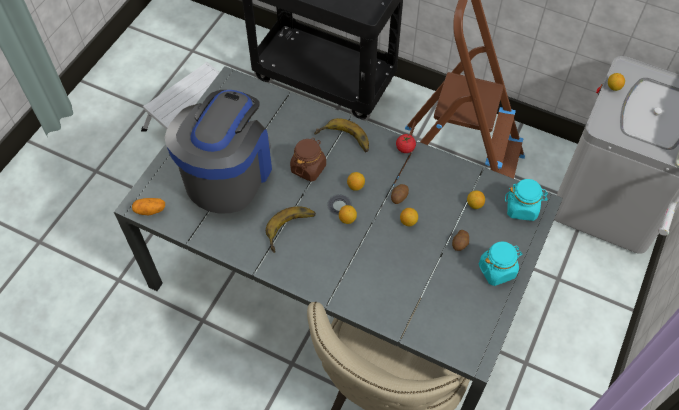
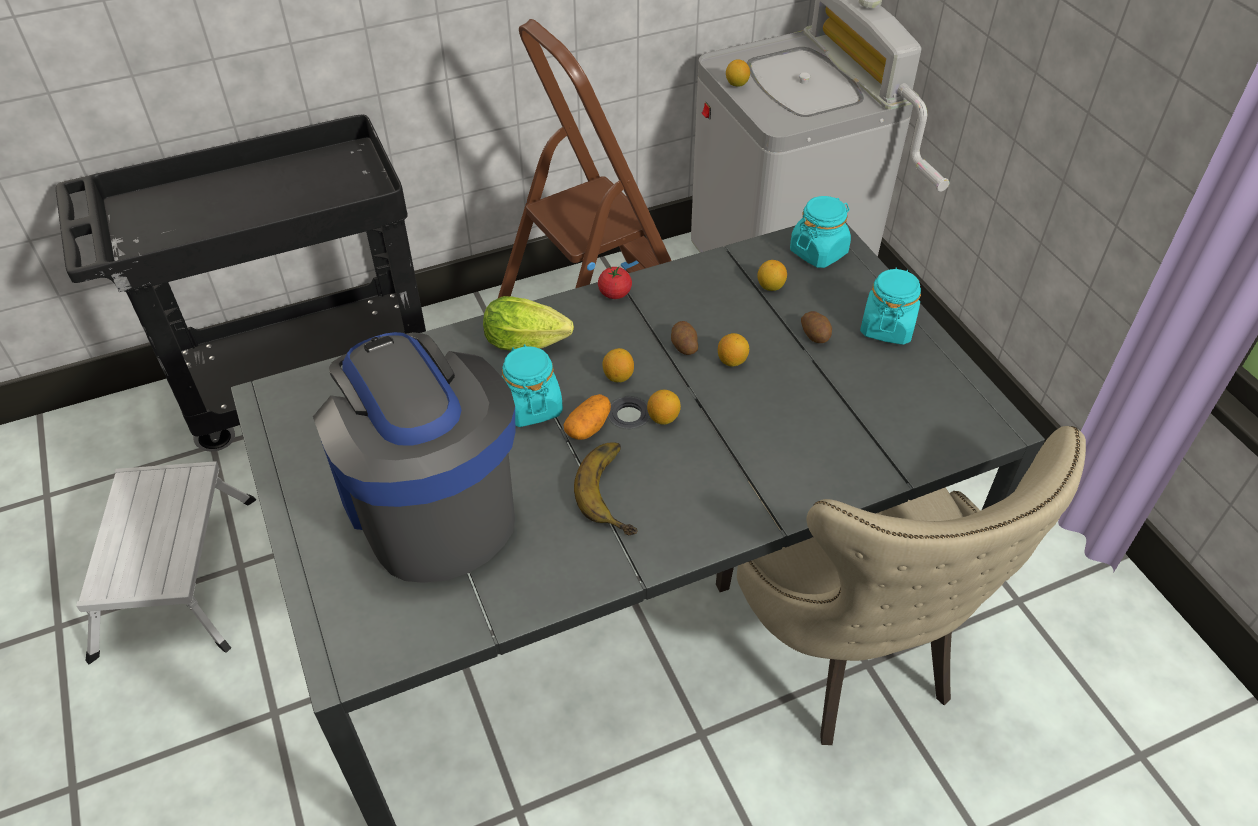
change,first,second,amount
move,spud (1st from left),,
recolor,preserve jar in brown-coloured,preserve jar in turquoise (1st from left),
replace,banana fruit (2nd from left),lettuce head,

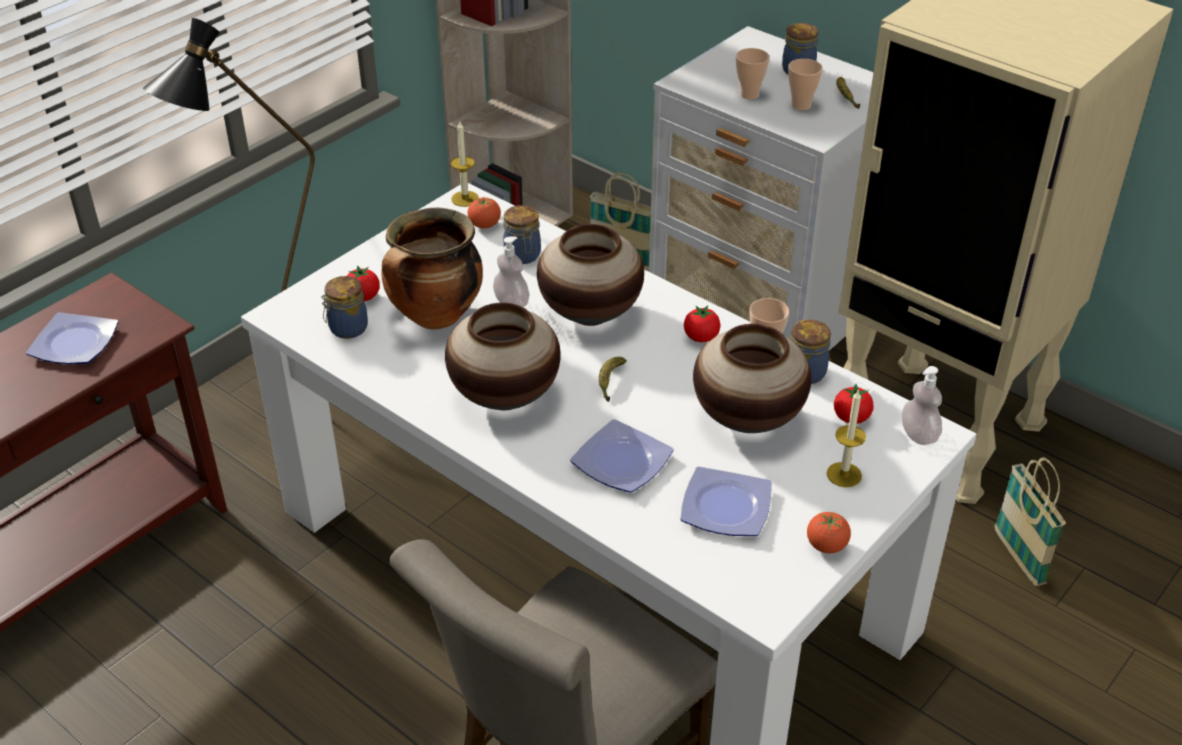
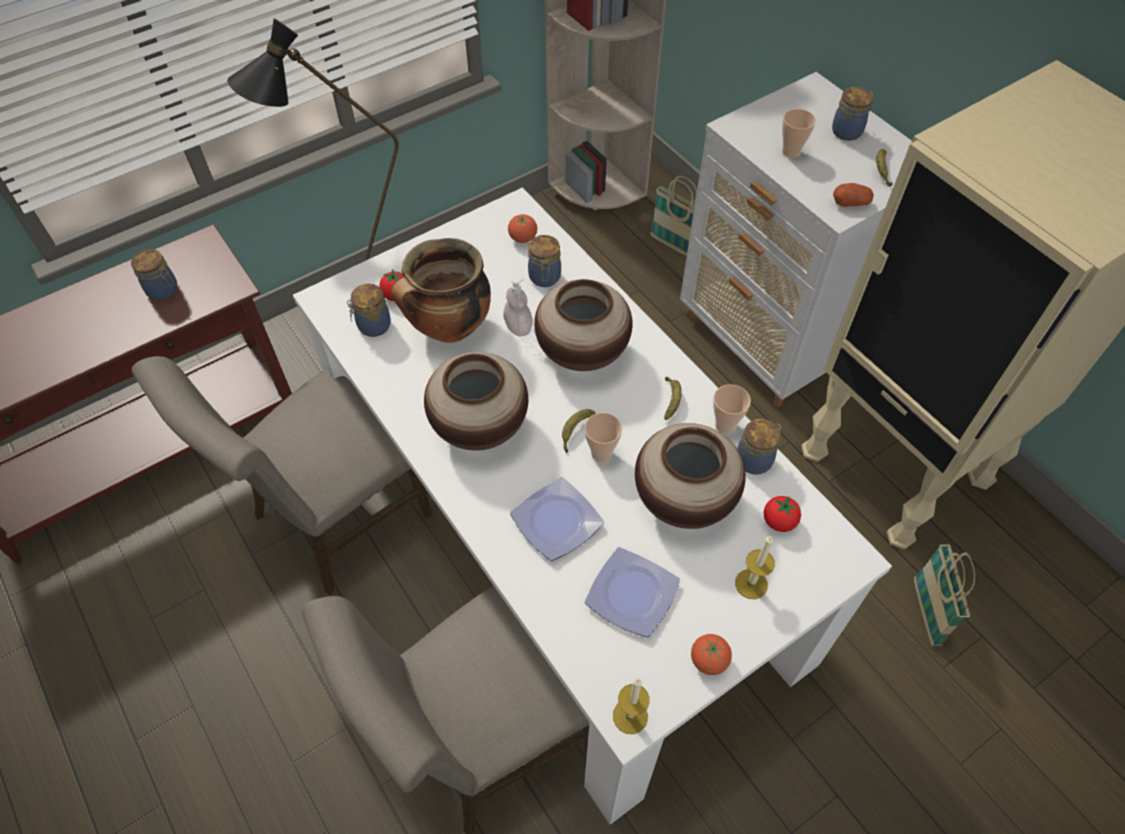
change,first,second,amount
replace,dinner plate (1st from left),preserve jar (1st from left),
move,candle (1st from left),,
replace,fresh tomato (3rd from left),banana fruit (2nd from left),
move,small cup (3rd from left in the first image),small cup (1st from left),
delete,soap bottle (2nd from left),,
insert,,plain chair in sand-coloured (1st from left),
insert,,spud,

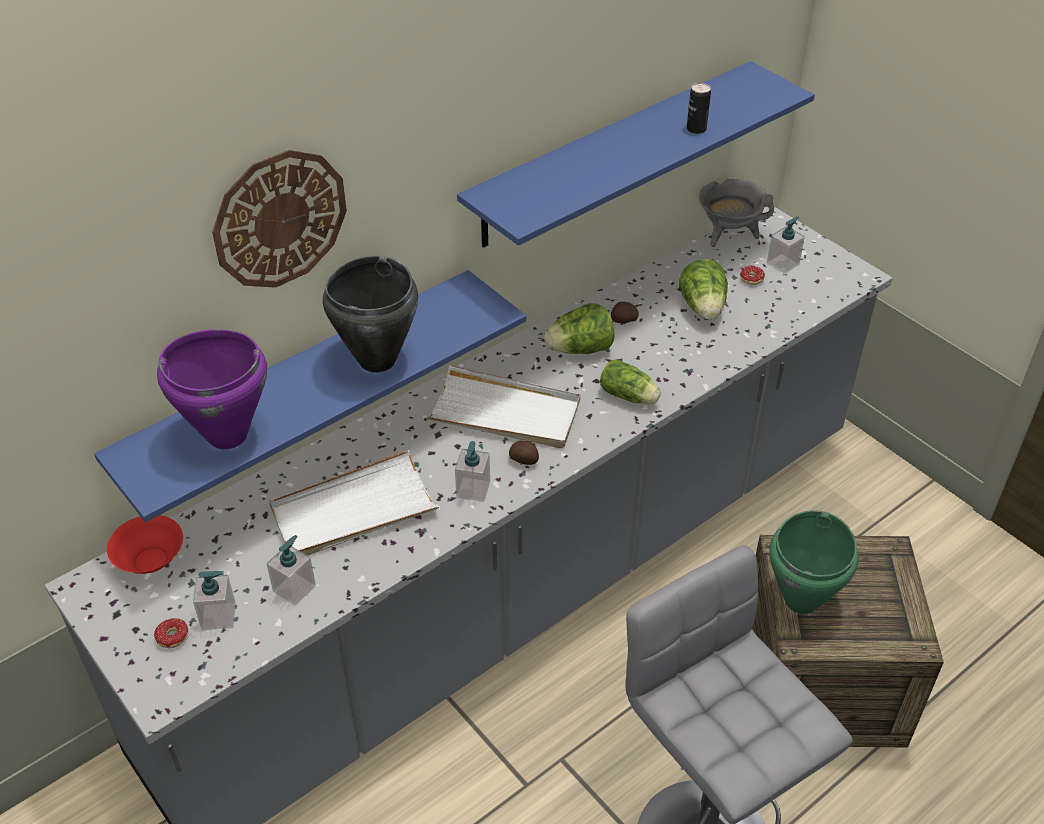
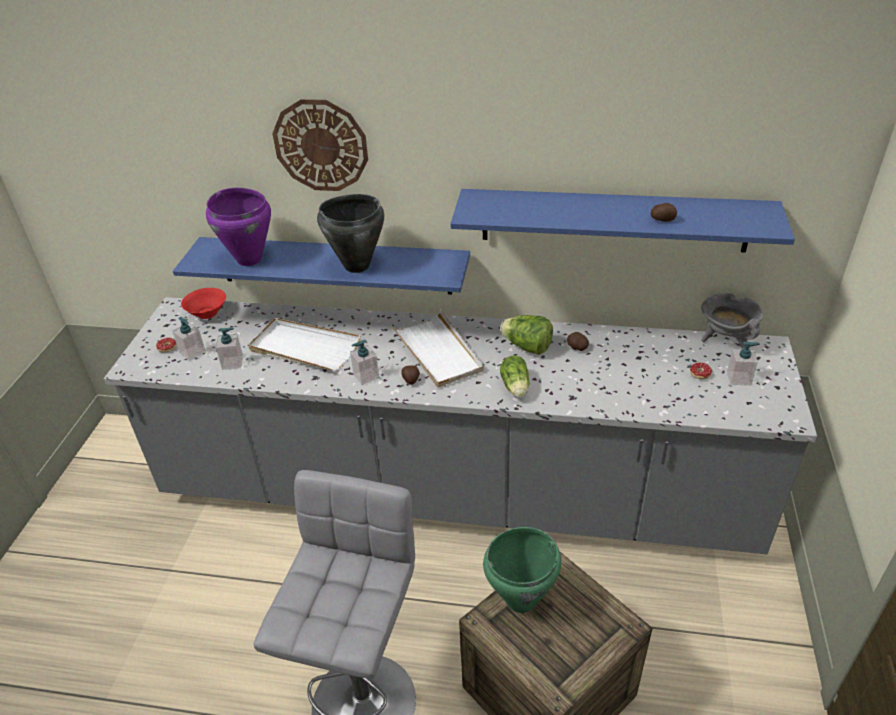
change,first,second,amount
delete,lettuce head (3rd from left),,
replace,sealed can,spud (3rd from left),

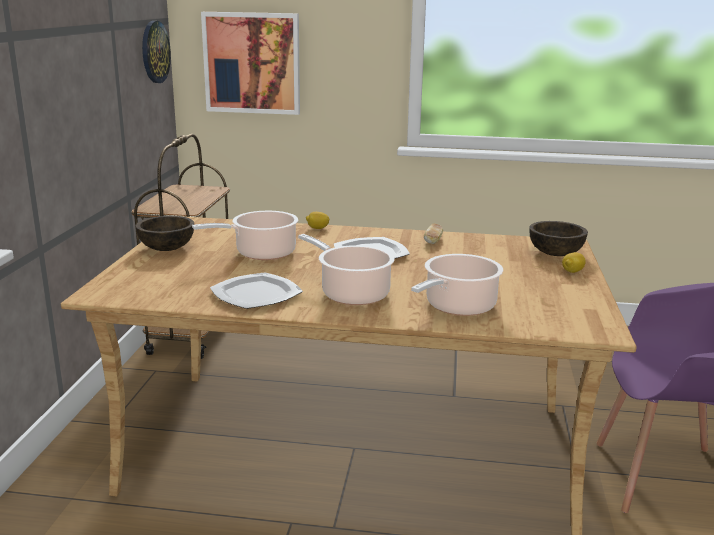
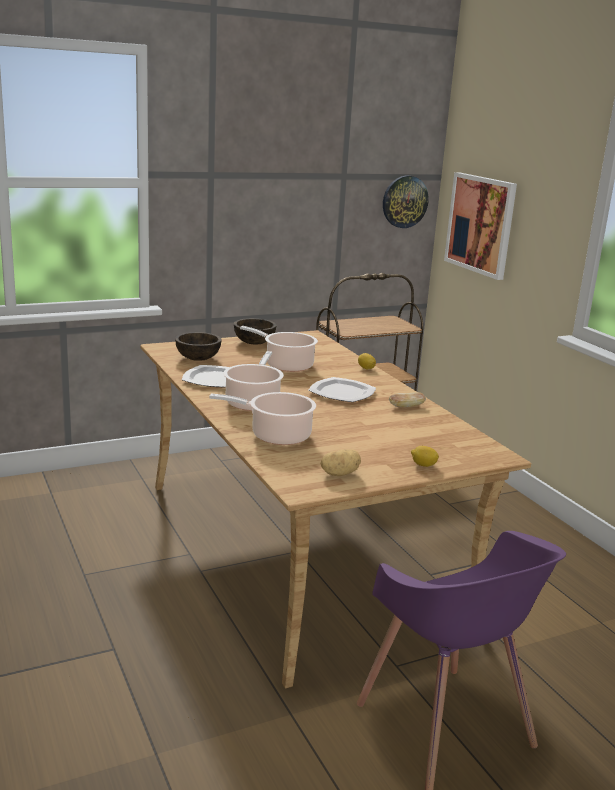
change,first,second,amount
move,bowl in brown-coloured (2nd from left in the first image),bowl in brown-coloured (1st from left),
insert,,spud,

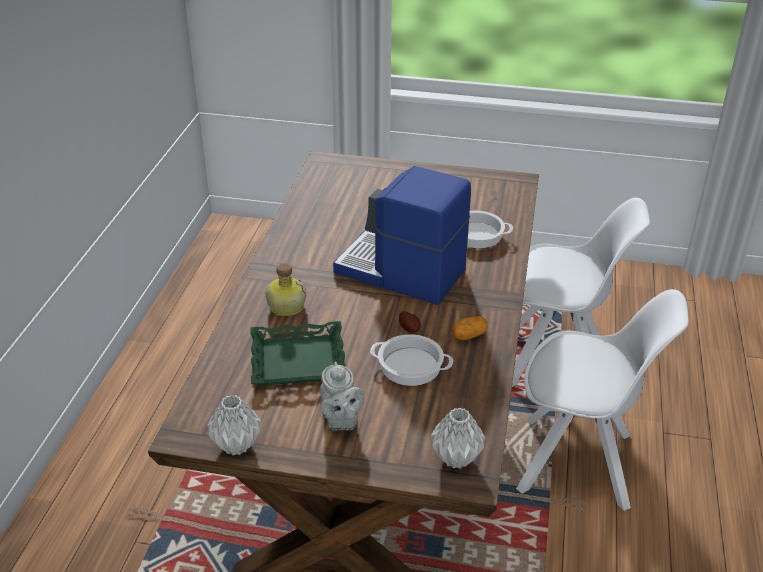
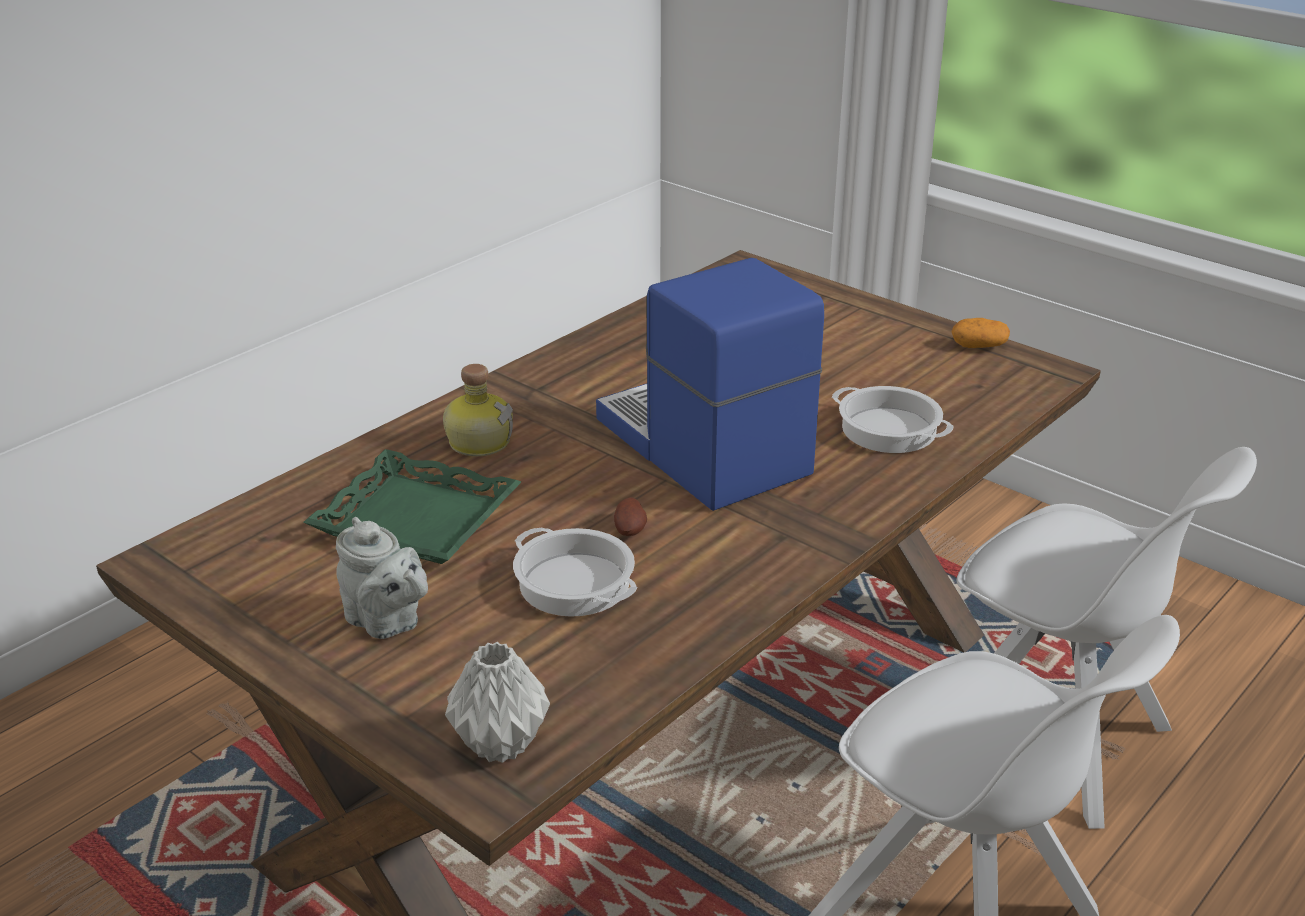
change,first,second,amount
delete,flower vase in gray (1st from left),,
rotate,pot for tea in gray,,60 degrees counterclockwise
move,spud (2nd from left),,

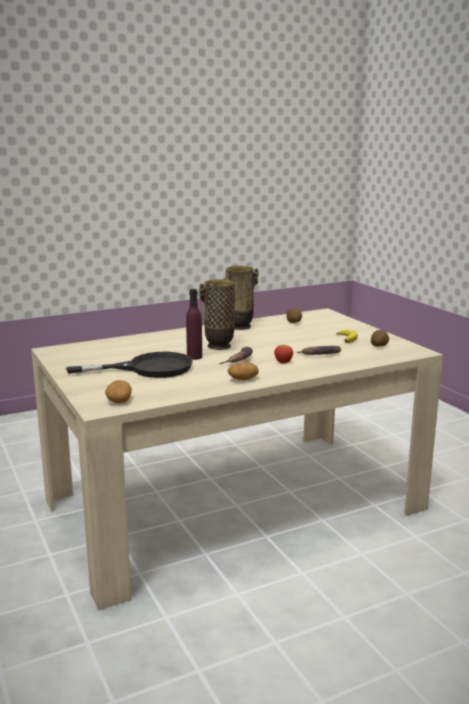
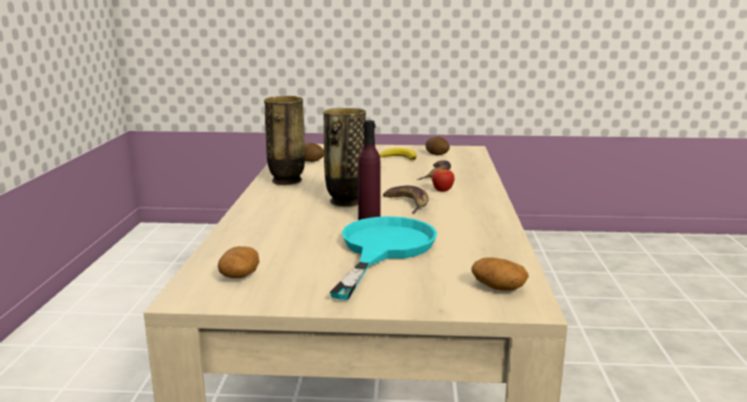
change,first,second,amount
recolor,frying pan in blackish,frying pan in turquoise,
move,spud (2nd from left in the first image),spud (1st from left),

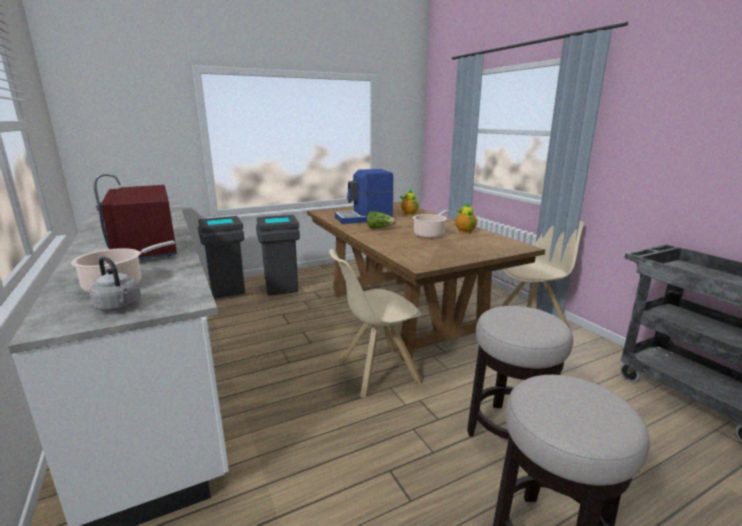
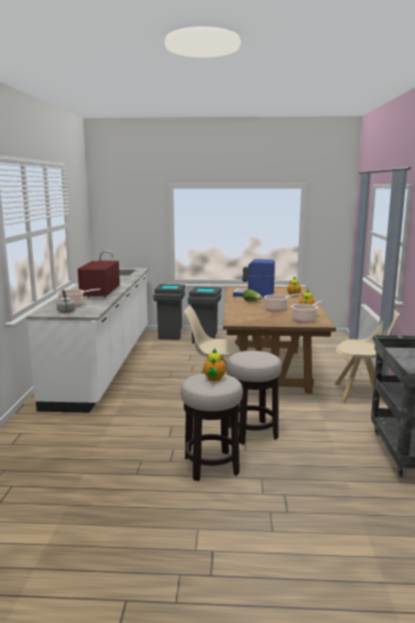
change,first,second,amount
insert,,pot for tea (1st from left),
insert,,cooking pot (3rd from left),

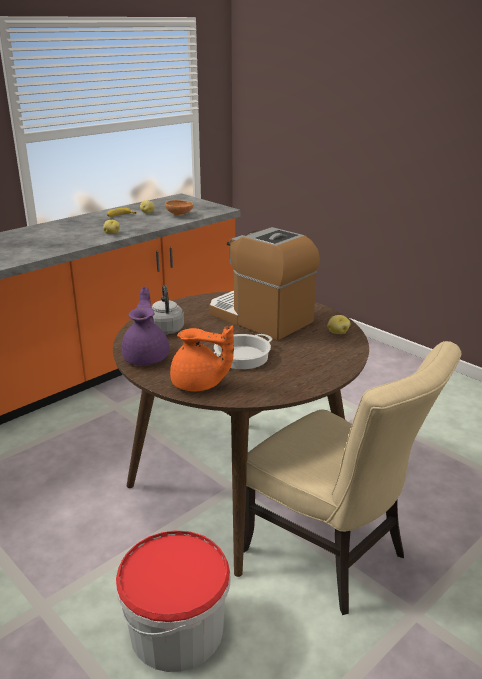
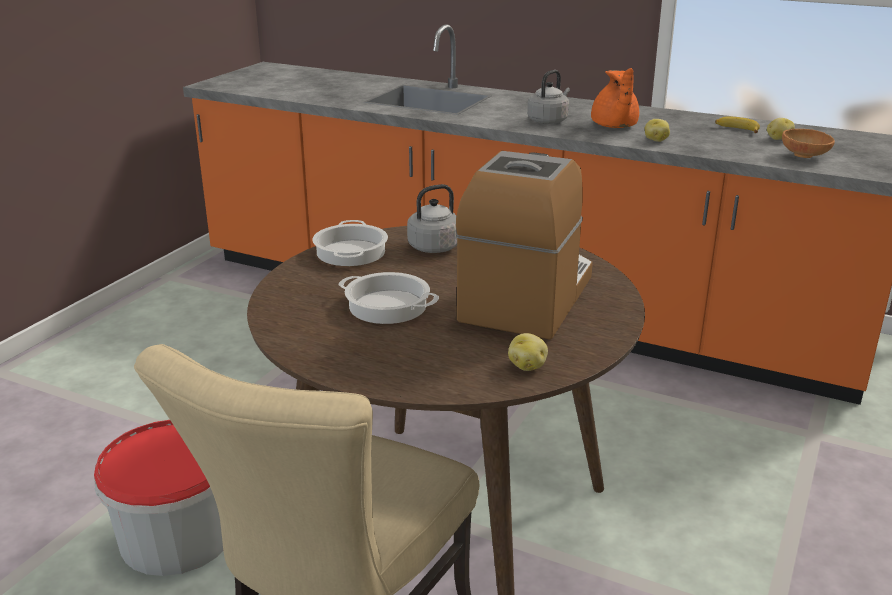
change,first,second,amount
replace,pot for tea in purple,cooking pot (1st from left),
move,pot for tea in orange,,
insert,,tea kettle in gray (2nd from left),

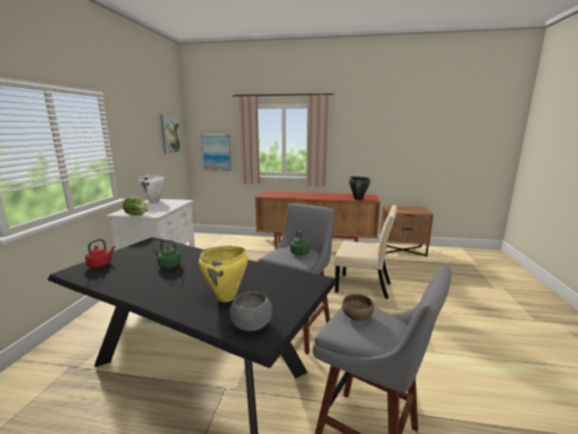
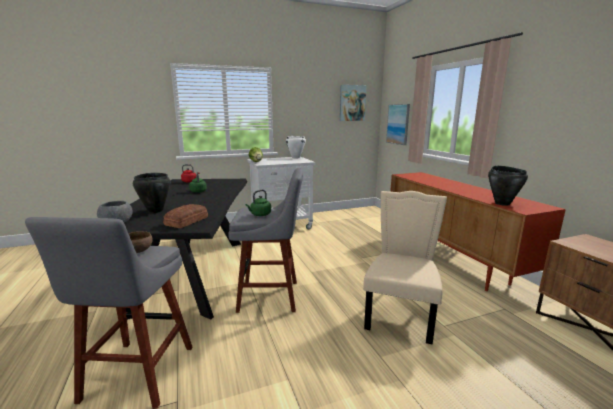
change,first,second,amount
recolor,cooking pot in yellow-coloured,cooking pot in blackish (1st from left),
rotate,plain chair in sand-coloured,,150 degrees counterclockwise
insert,,bakery bread,

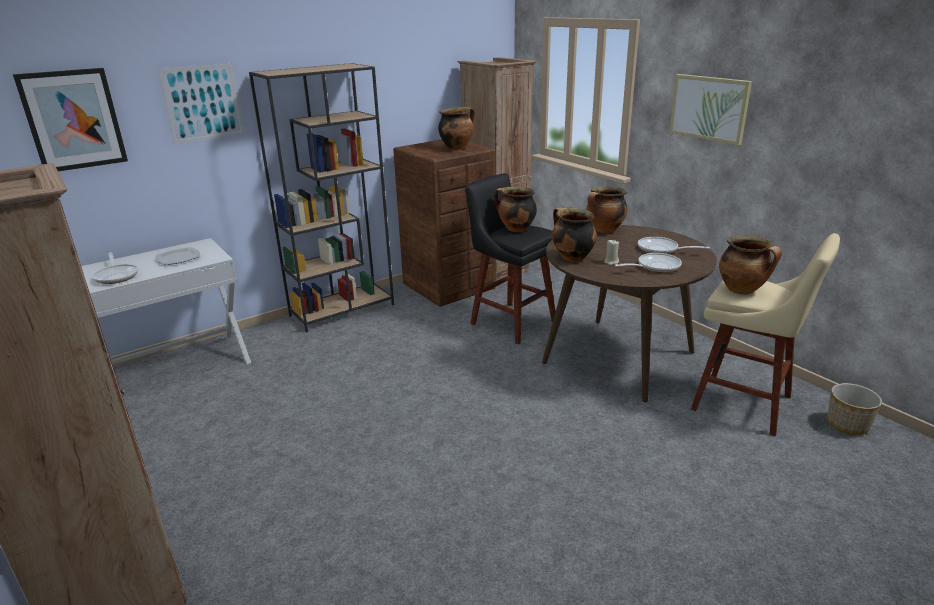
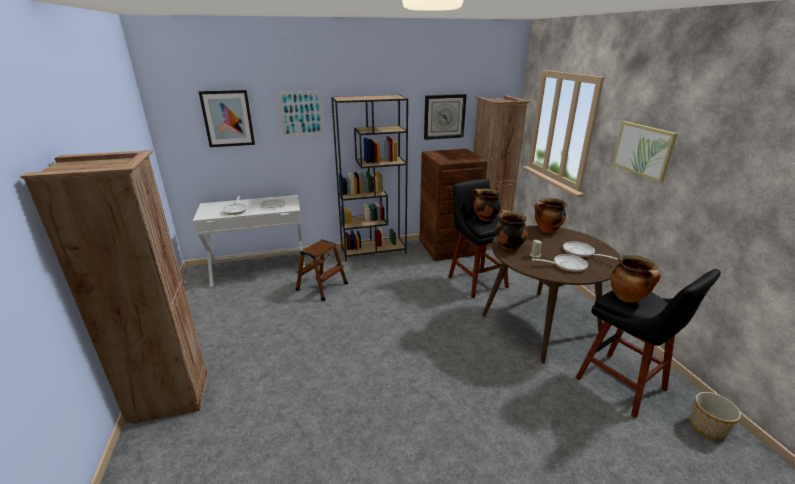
change,first,second,amount
delete,cooking pot (1st from left),,
recolor,sitting stool in sand-coloured,sitting stool in blackish (2nd from left),
insert,,step ladder in brown-coloured,
insert,,wall clock,

